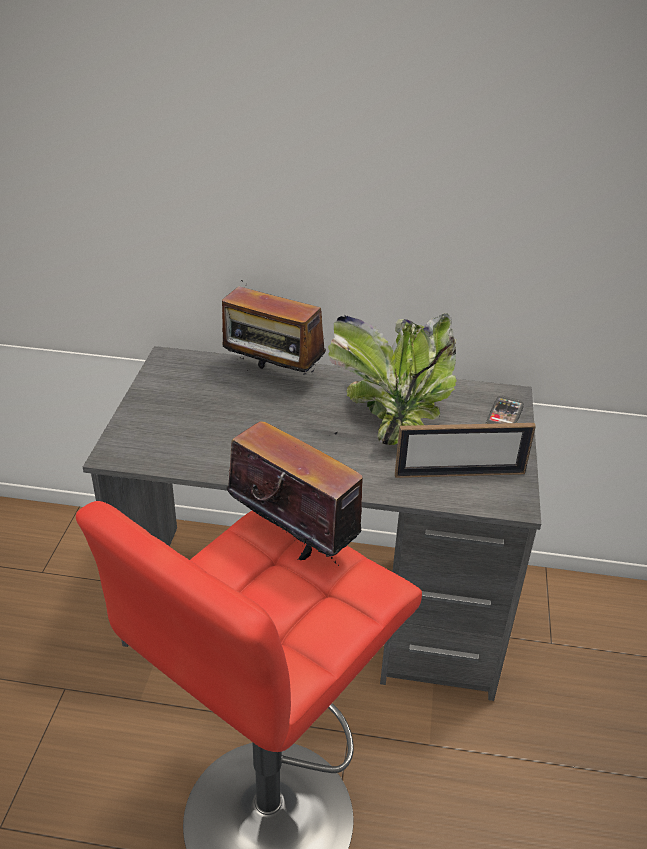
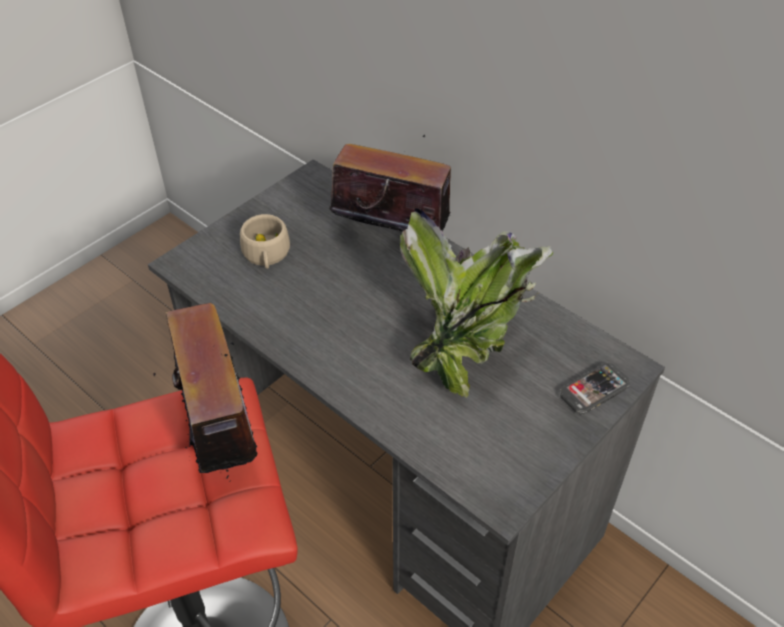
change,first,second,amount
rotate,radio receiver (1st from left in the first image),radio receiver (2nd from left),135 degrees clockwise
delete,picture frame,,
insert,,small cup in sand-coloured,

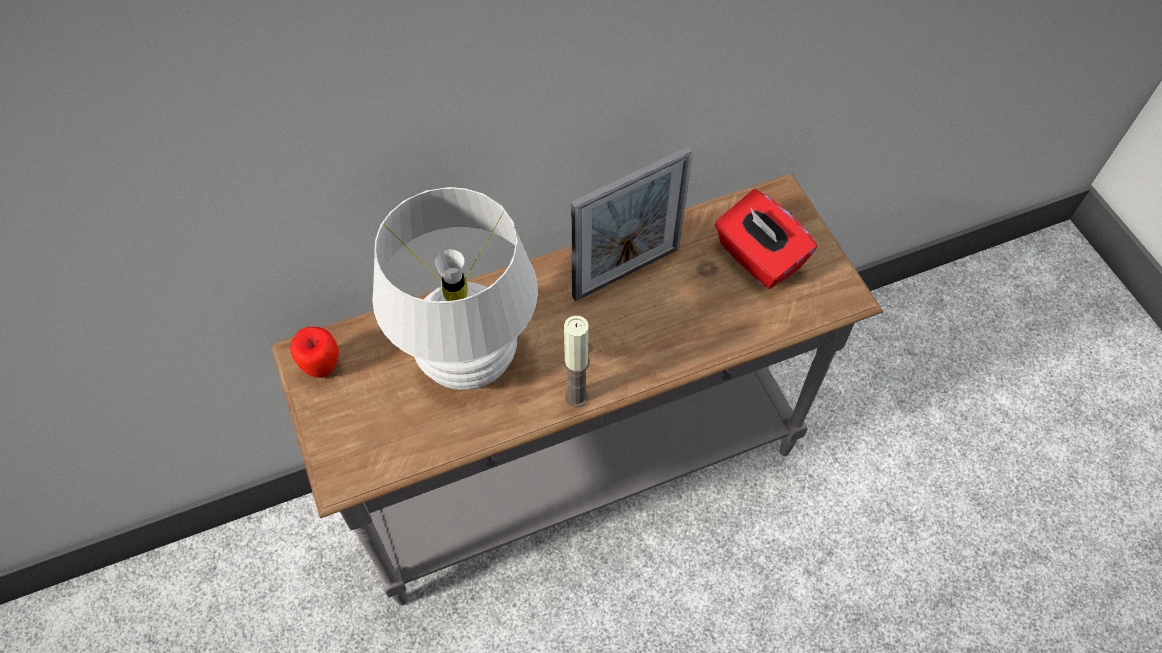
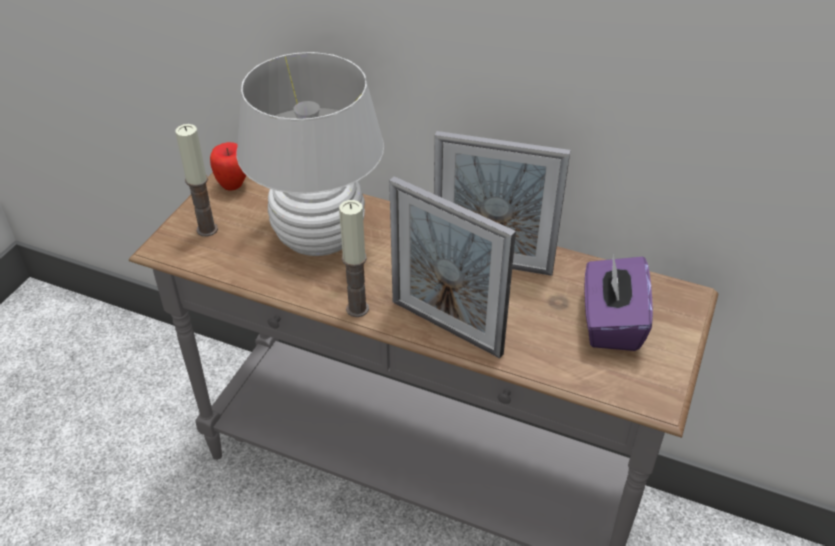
change,first,second,amount
recolor,box of tissues in reddish,box of tissues in purple,
insert,,candle (1st from left),
insert,,picture frame (1st from left),

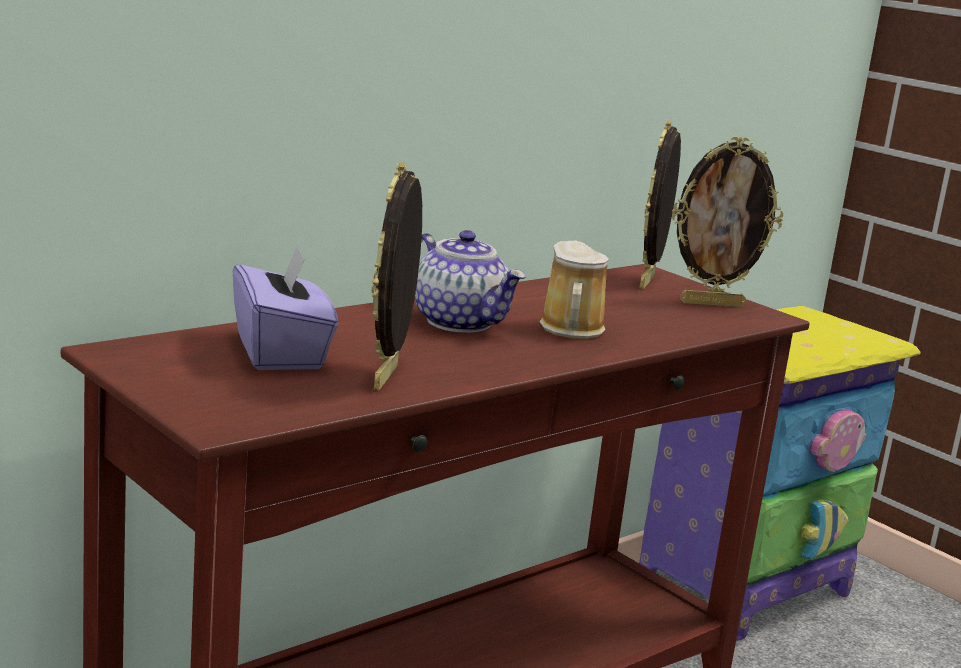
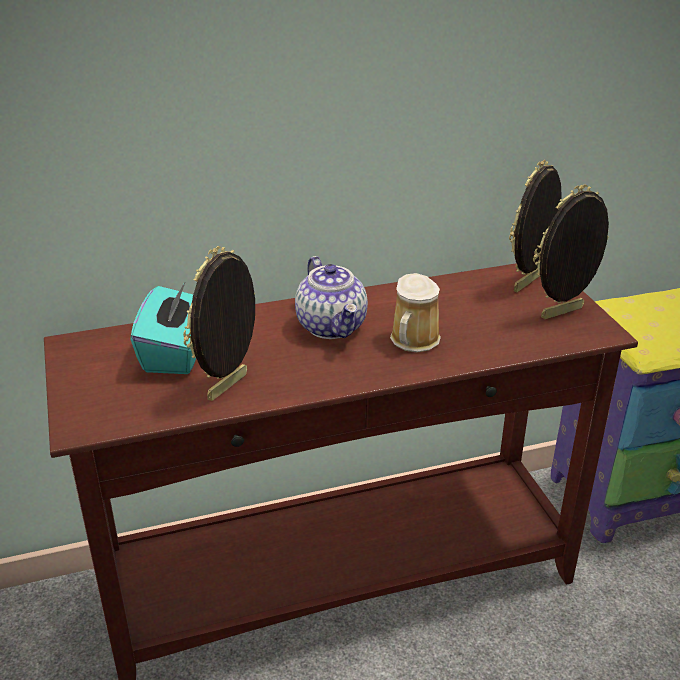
change,first,second,amount
recolor,box of tissues in purple,box of tissues in turquoise,
rotate,picture frame (3rd from left),,135 degrees clockwise

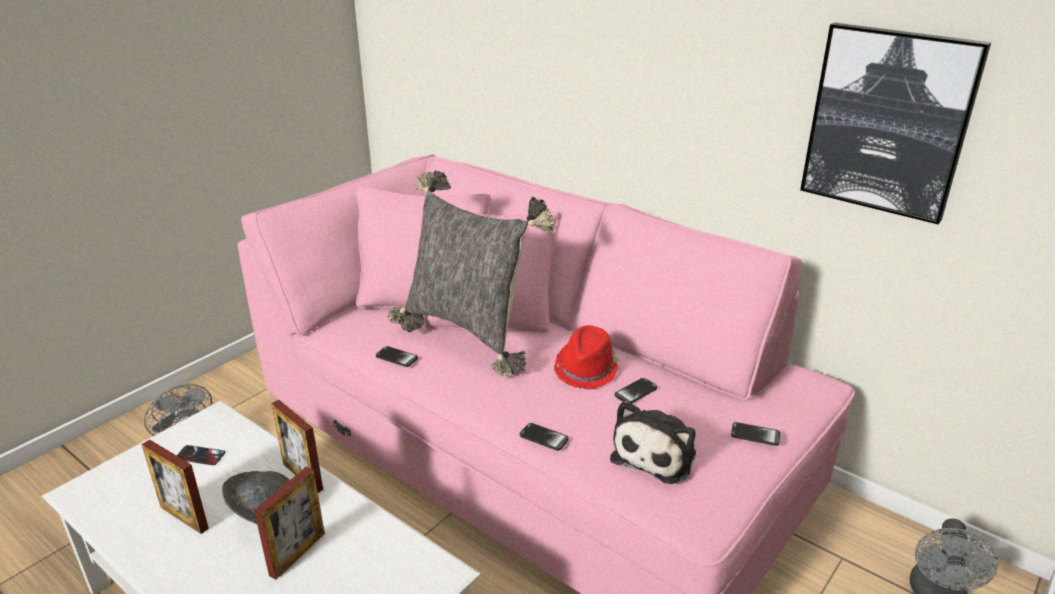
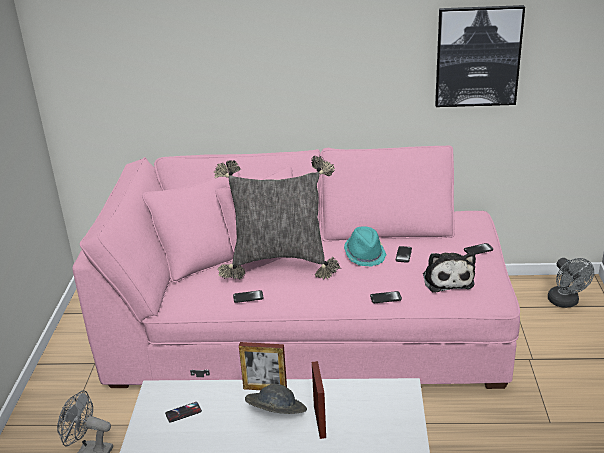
change,first,second,amount
delete,picture frame (1st from left),,
recolor,hat in reddish,hat in turquoise,

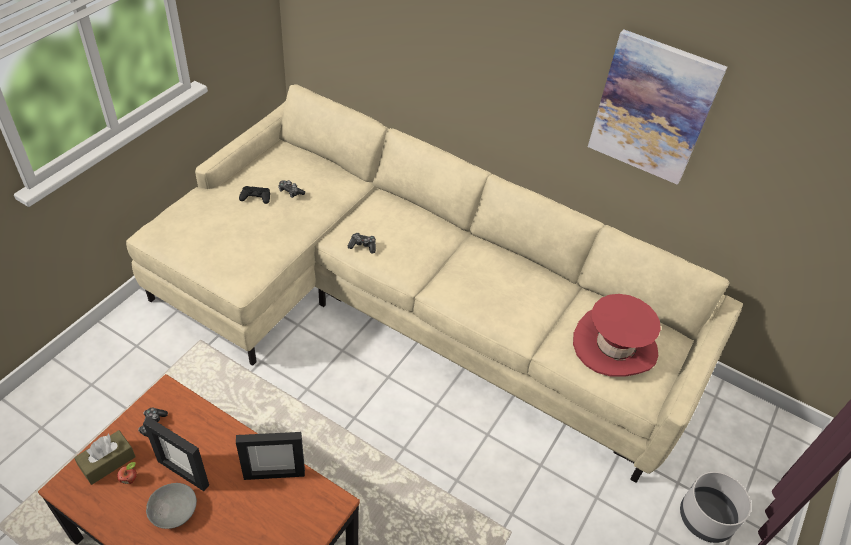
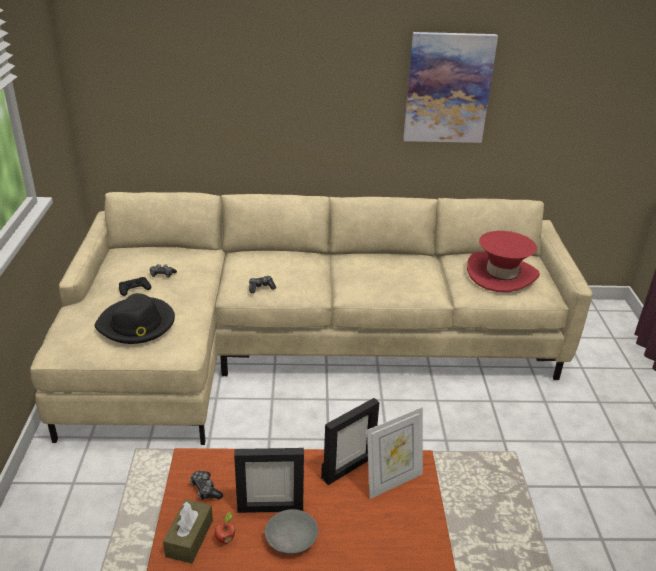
change,first,second,amount
delete,planter in gray,,
insert,,hat in blackish,
insert,,picture frame (3rd from left),

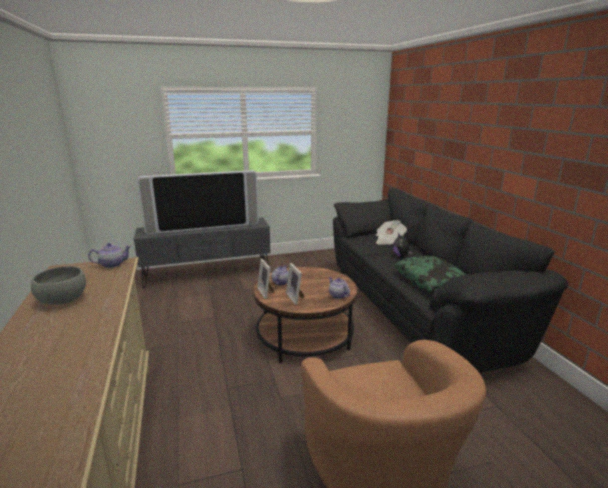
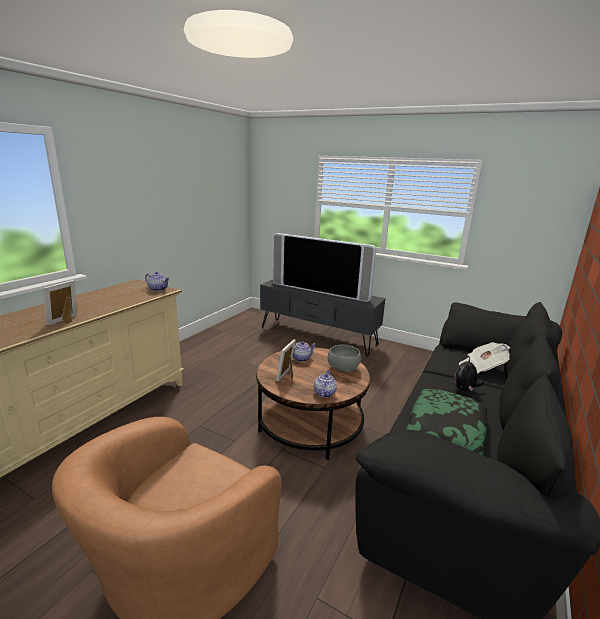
change,first,second,amount
move,bowl in gray,,
move,picture frame (1st from left),,

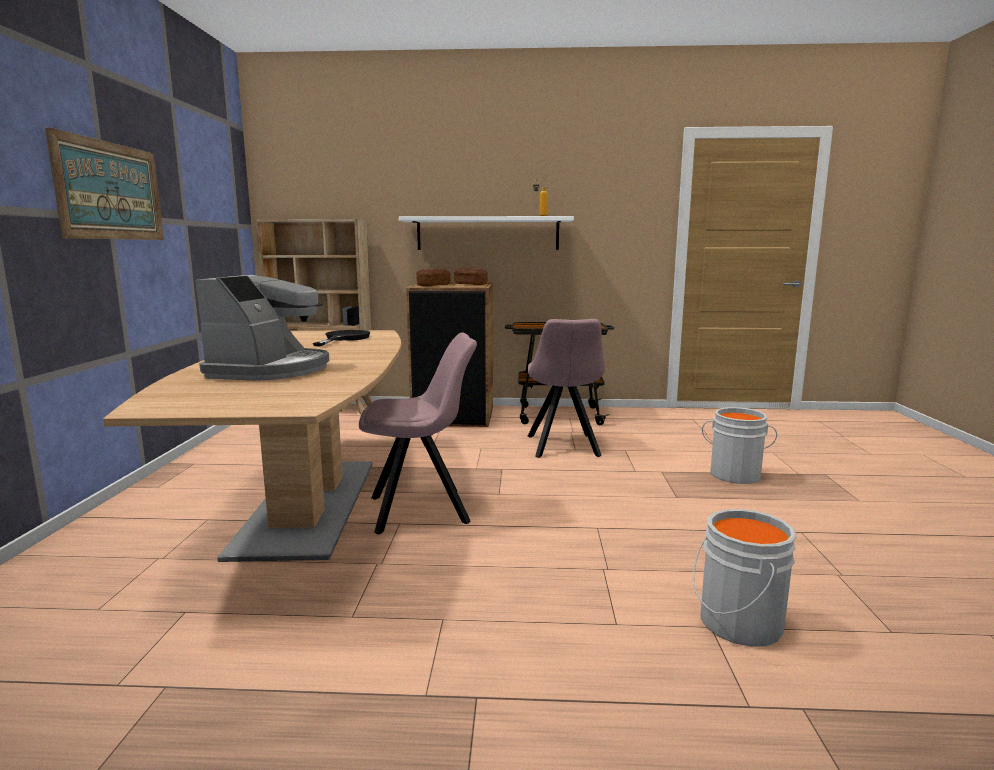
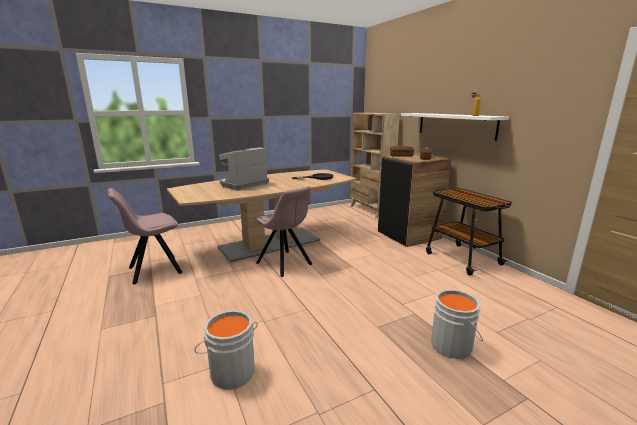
change,first,second,amount
delete,wall picture,,
rotate,coffee machine,,150 degrees clockwise
move,plain chair in pink (2nd from left in the first image),plain chair in pink (1st from left),

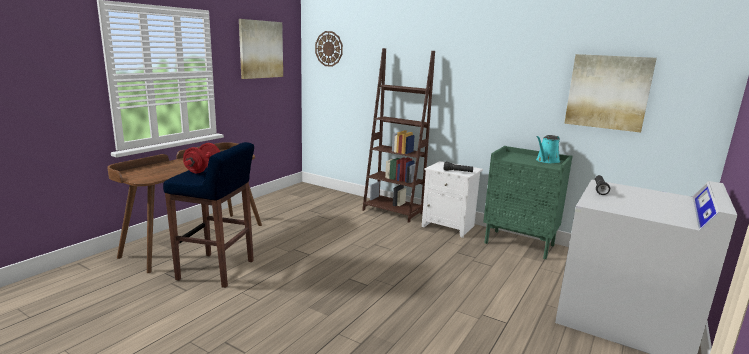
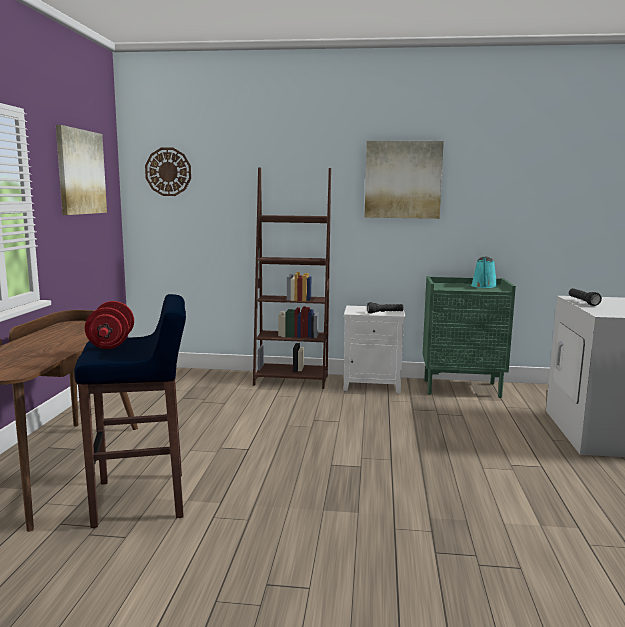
change,first,second,amount
move,wall picture (2nd from left),,

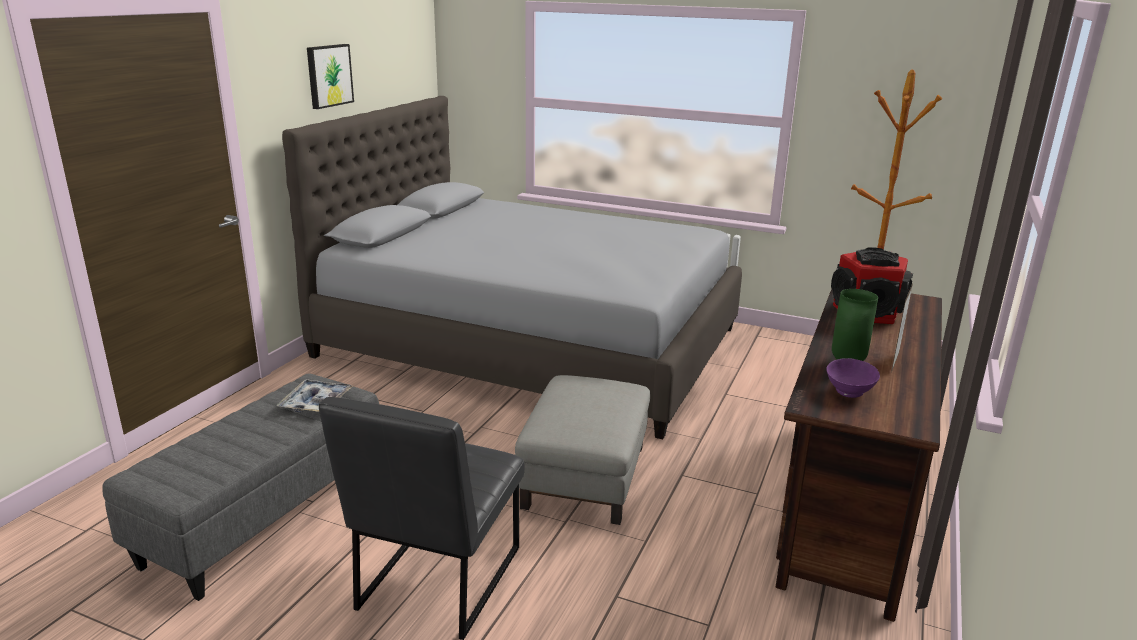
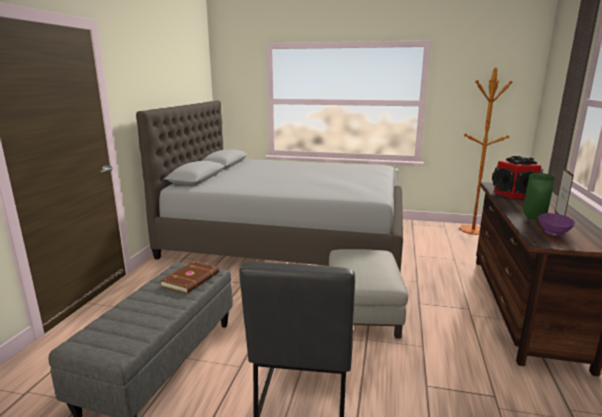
change,first,second,amount
replace,serving tray,book in brown-coloured,
delete,wall picture,,

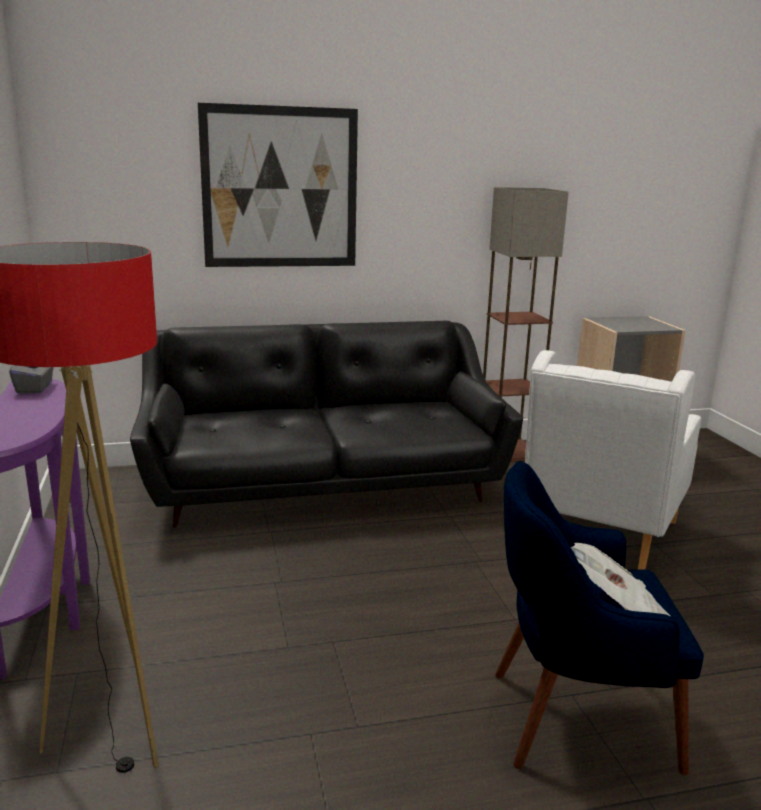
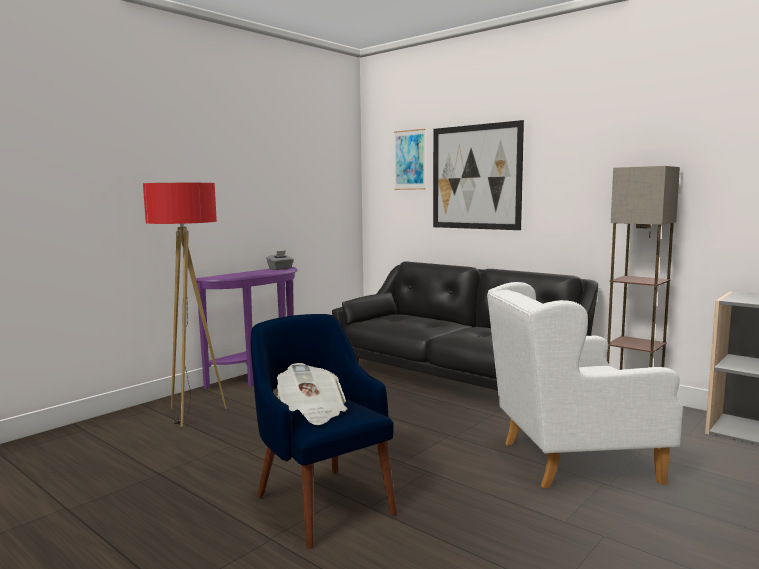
change,first,second,amount
insert,,wall picture (1st from left),

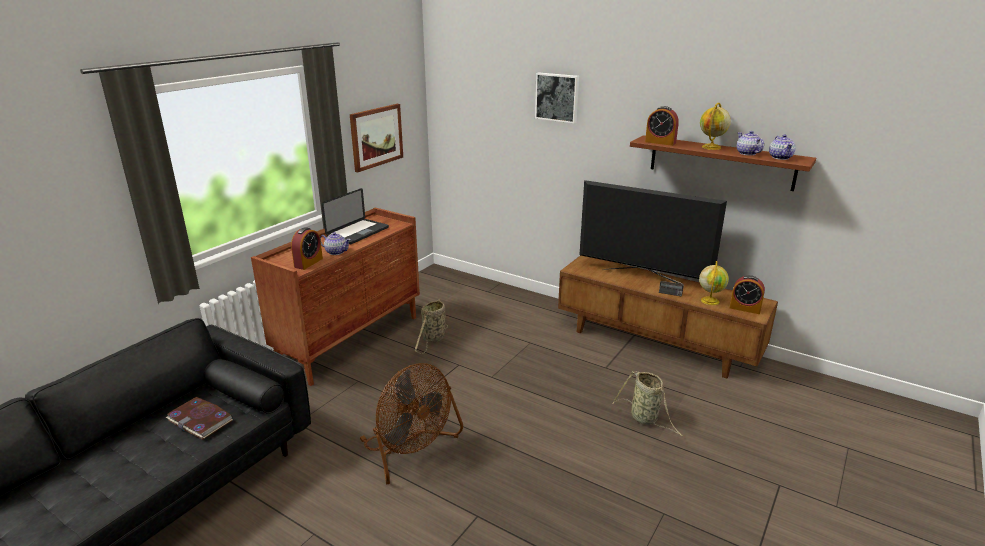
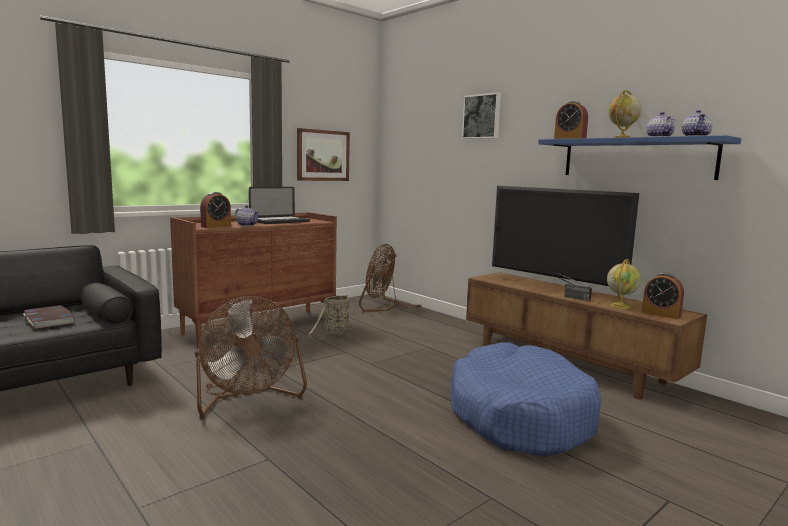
change,first,second,amount
replace,basket (2nd from left),dog bed in blue,
recolor,bracket shelf in brown-coloured,bracket shelf in blue,
insert,,fan in brown-coloured (2nd from left),

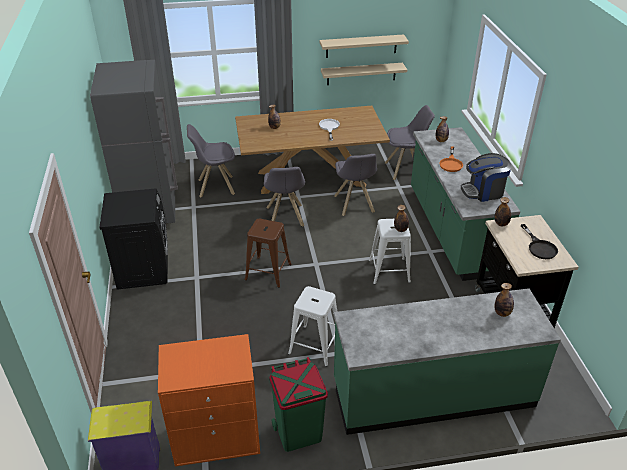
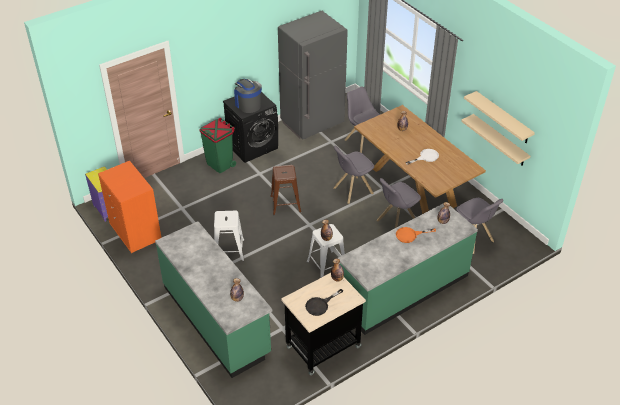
change,first,second,amount
move,trash can in green,,
move,coffee machine,,

